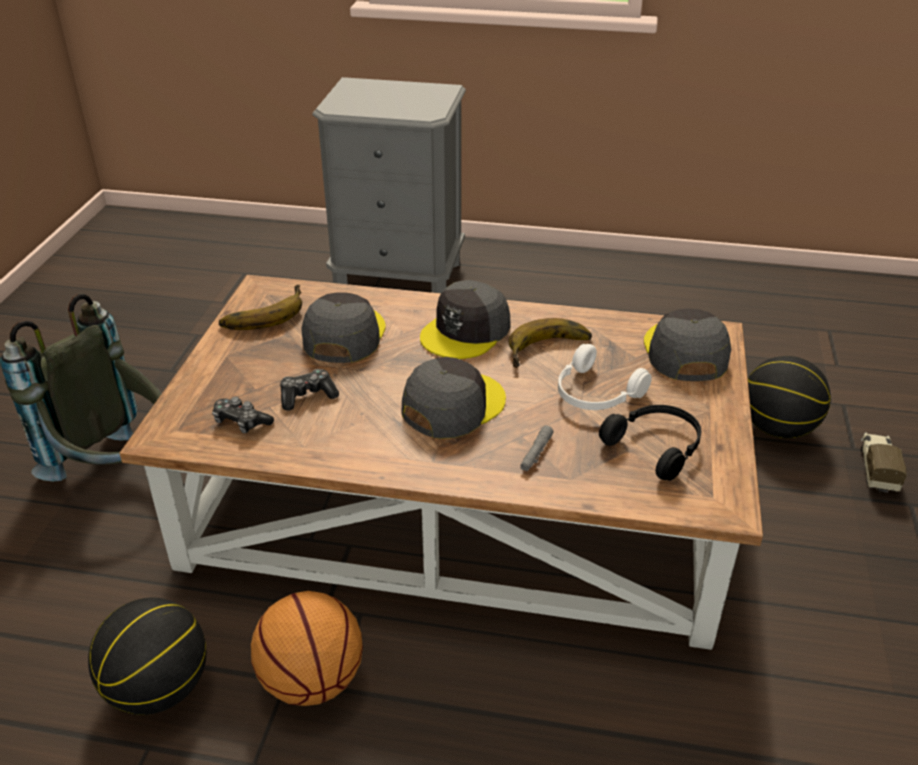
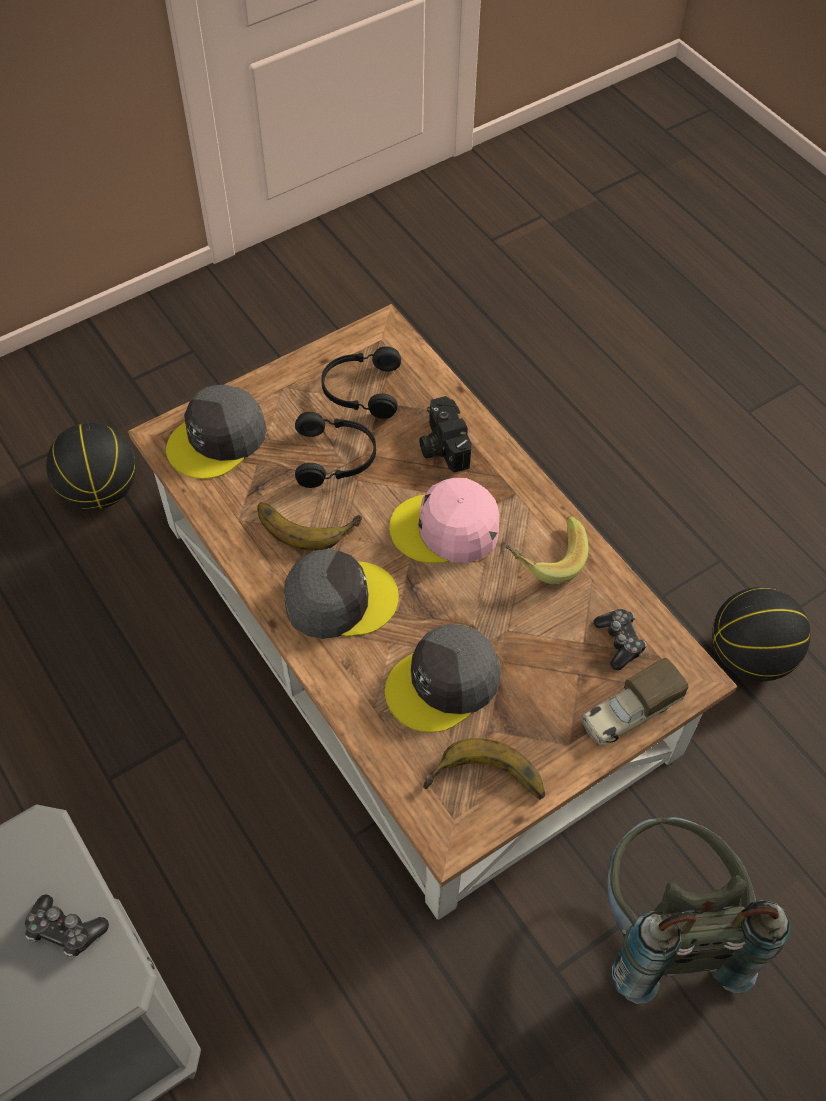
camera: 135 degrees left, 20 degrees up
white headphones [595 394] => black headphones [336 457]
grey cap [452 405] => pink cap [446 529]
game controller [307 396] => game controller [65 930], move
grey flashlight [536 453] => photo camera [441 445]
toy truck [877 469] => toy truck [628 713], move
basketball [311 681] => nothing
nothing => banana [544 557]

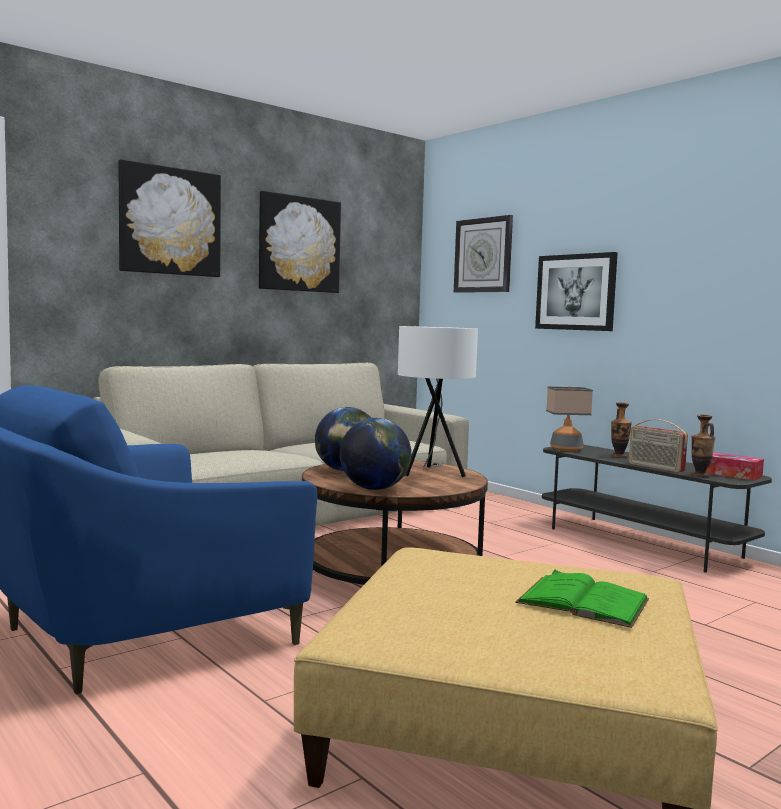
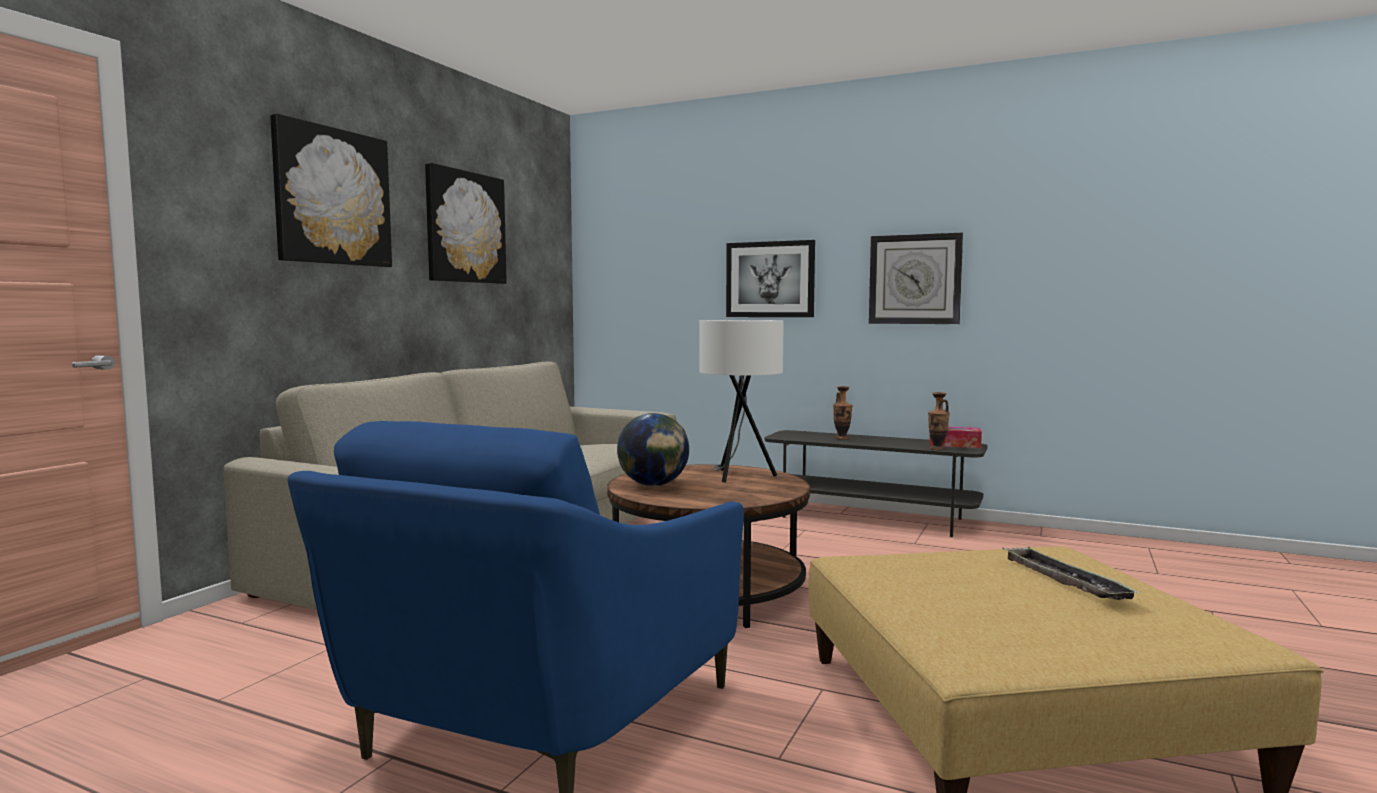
camera: 25 degrees left, 0 degrees up
wall clock [483 255] => wall clock [915 279], move
table lamp [566 449] => nothing
globe [374 489] => nothing
radio [655 467] => nothing
green book [583 601] => tray [1064 580]

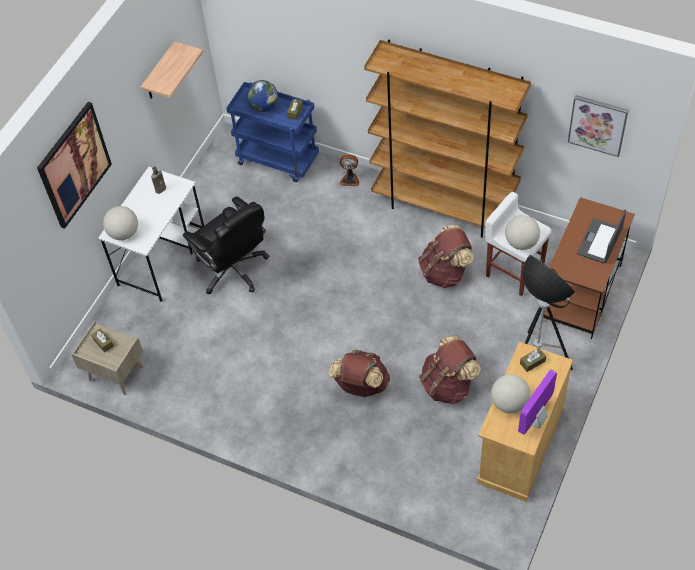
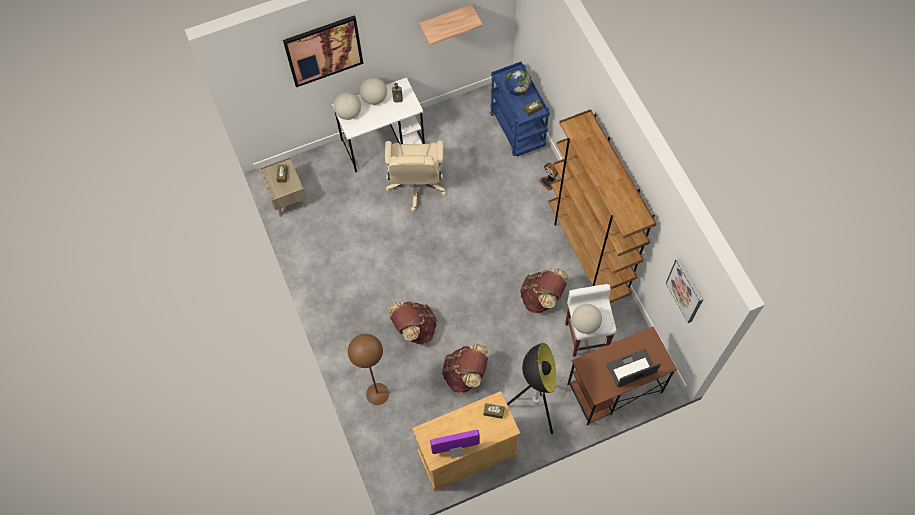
camera: 40 degrees right, 10 degrees up
black office chair [233 269] => beige office chair [416 186]
globe [509 403] => globe [374 98], move
nothing => brown floor lamp [377 394]

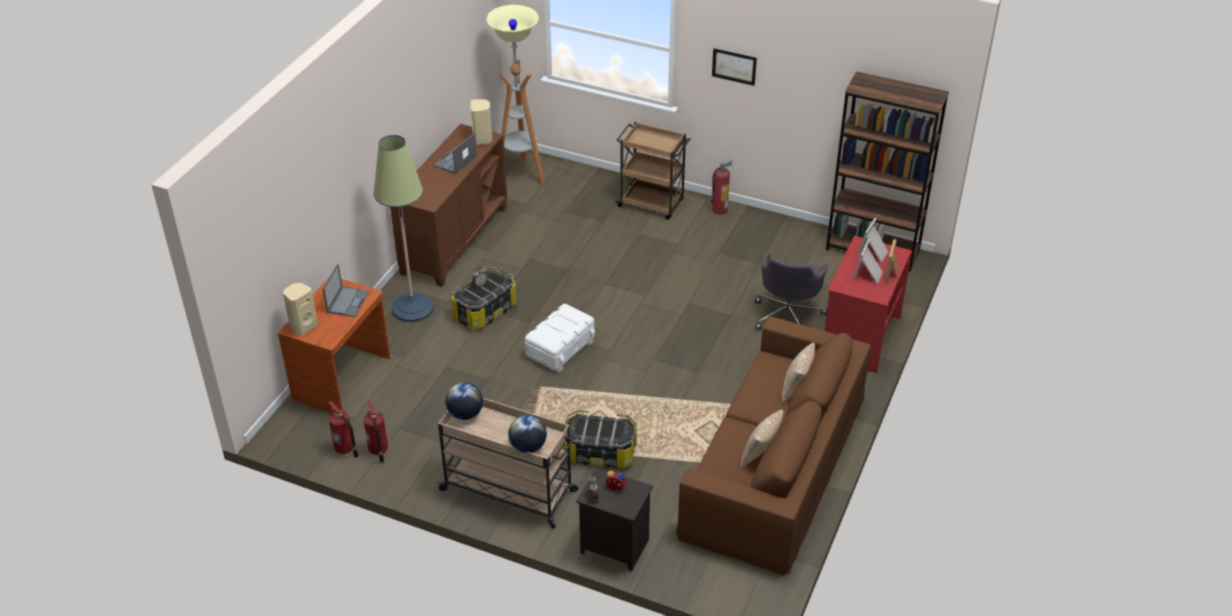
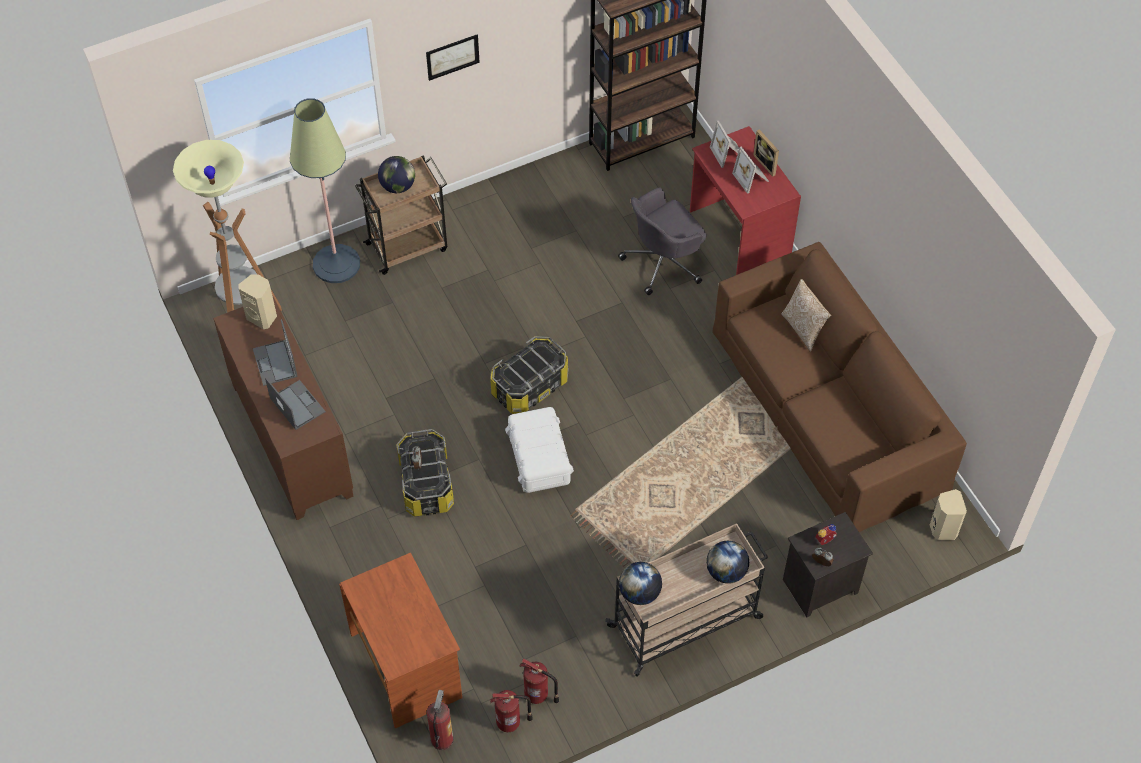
camera: 50 degrees left, 15 degrees up
floor lamp [412 308] => floor lamp [336 264], move
fire extinguisher [719 210] => fire extinguisher [441 739], move
grey office chair [788 315] => grey office chair [663 262], 90 degrees clockwise
laptop [348 301] => laptop [297 405], move
beige speaker [303 326] => beige speaker [942 529], move
storage box [600 452] => storage box [529 386], move
pillow [760 455] => nothing
nothing => globe [398 186]

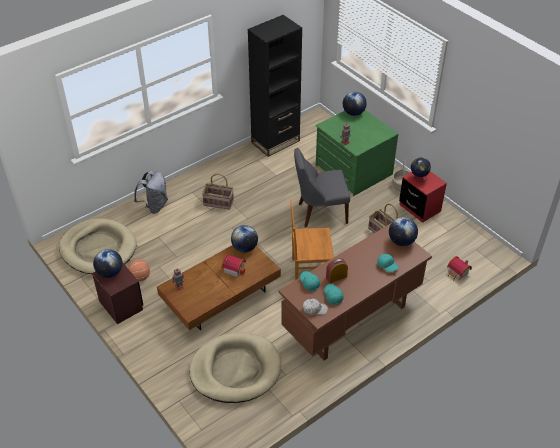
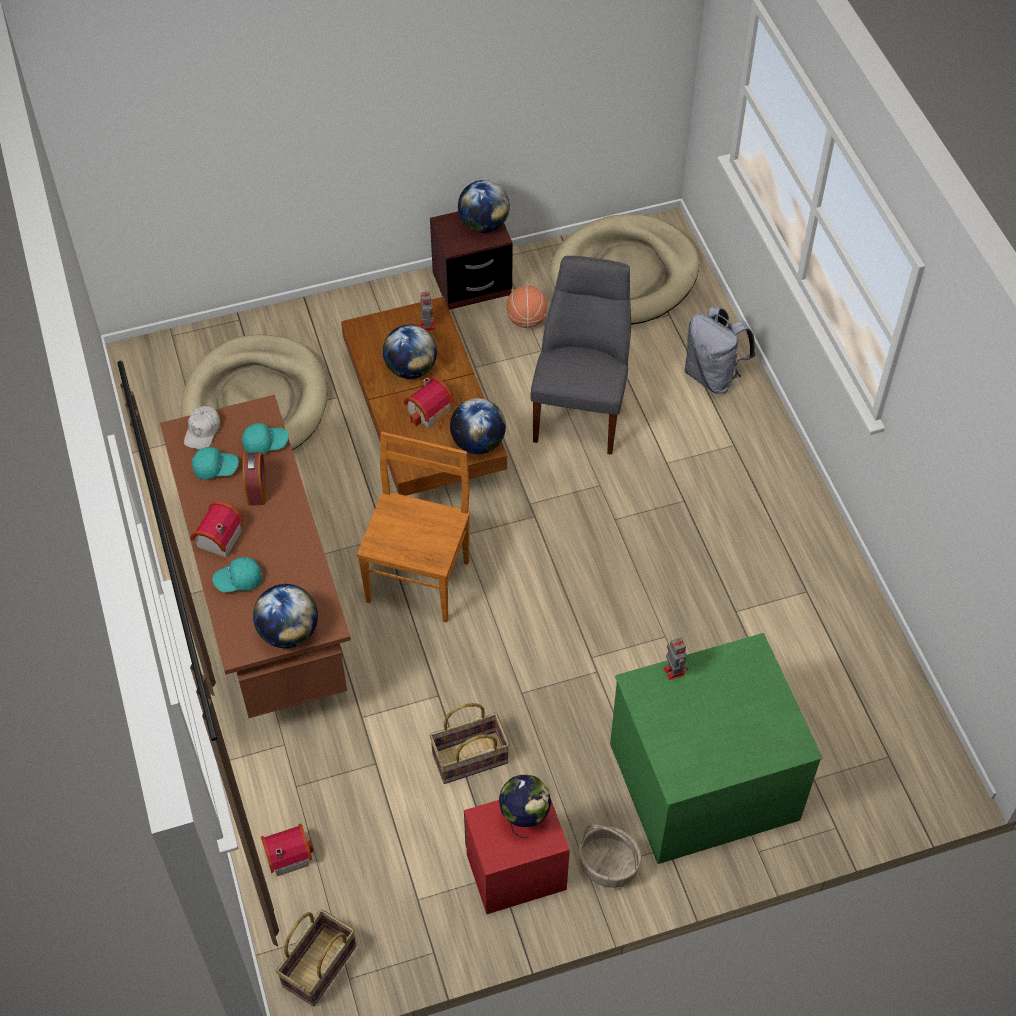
camera: 110 degrees right, 10 degrees up
black bookcase [275 141] => nothing
globe [353 113] => globe [411 369], move
grey chair [320 213] => grey chair [581 407], move
basket [219 202] => basket [320 967], move
nothing => toy house [216 539]

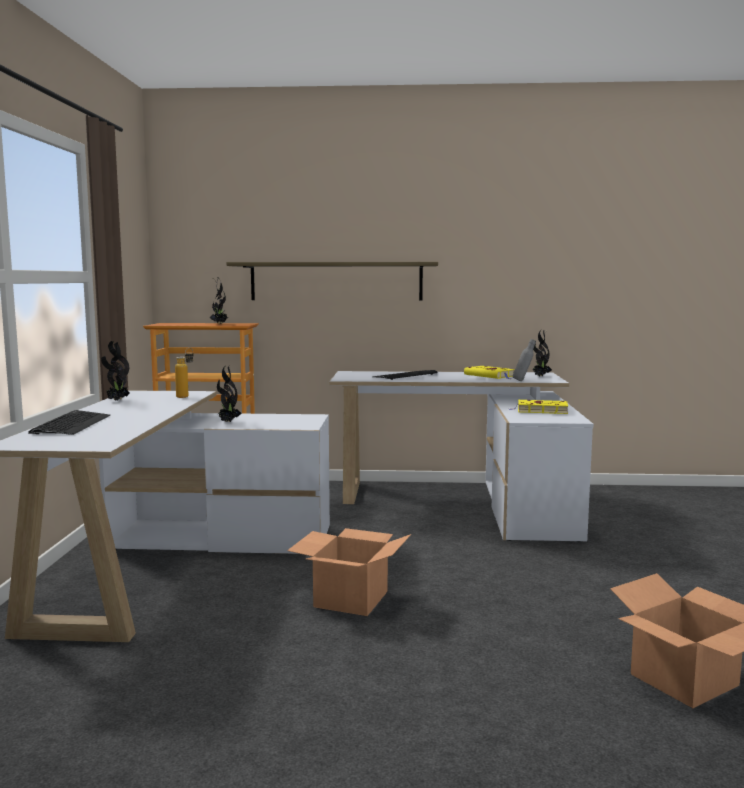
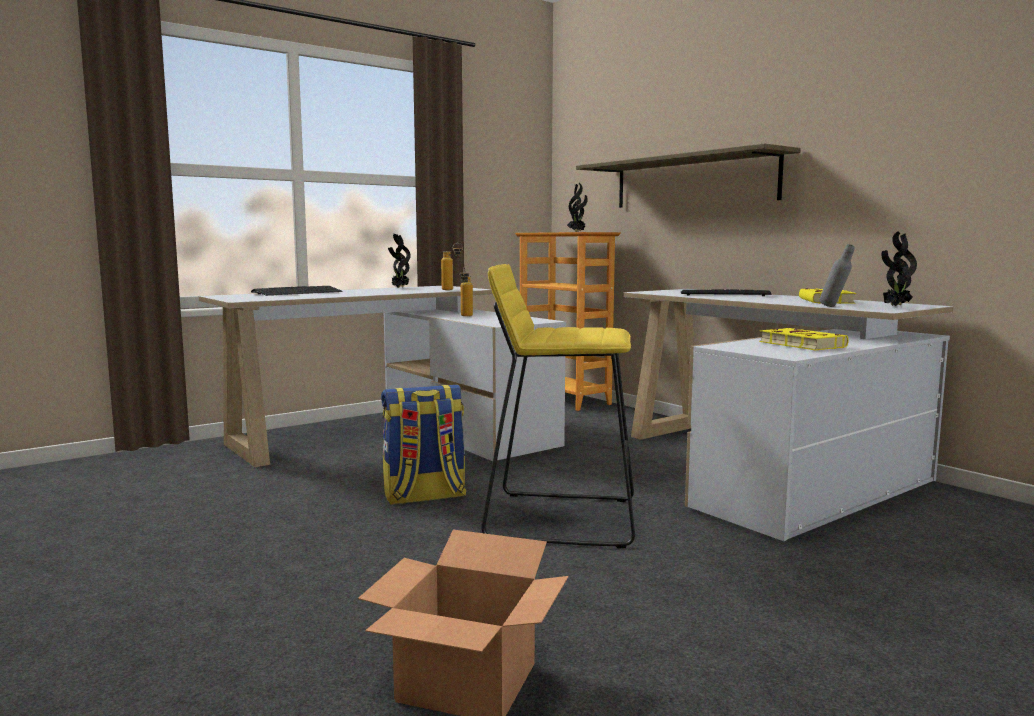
camera: 50 degrees right, 0 degrees up
potted plant [228 422] => bottle [465 316]
cardboard box [351 599] => backpack [424 496]
nothing => yellow stool [560 518]

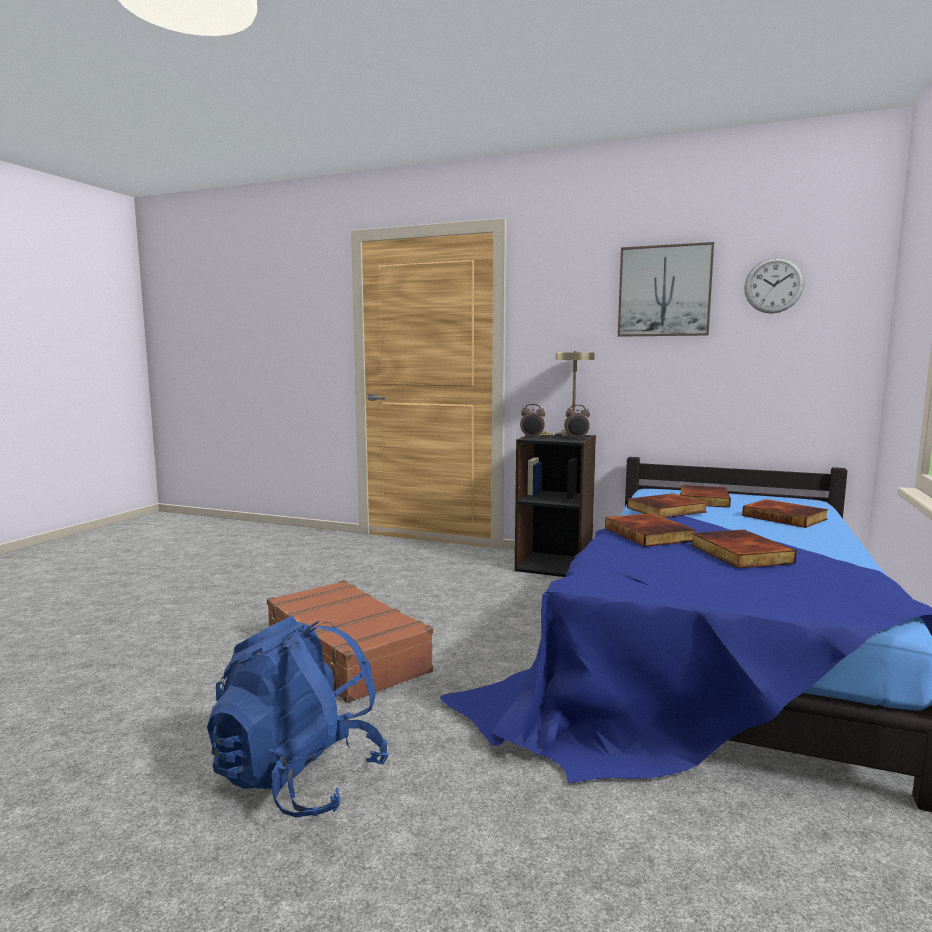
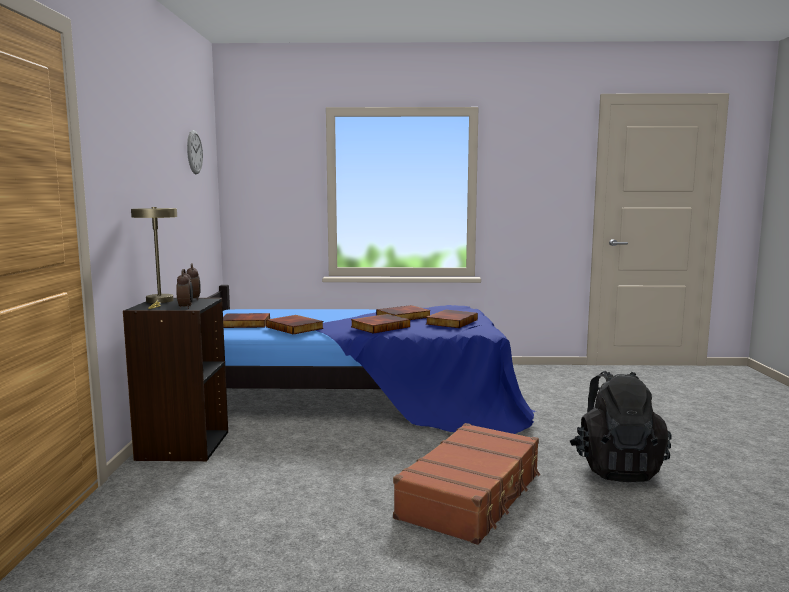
camera: 110 degrees left, 0 degrees up
picture [664 291] => nothing
book [785 517] => book [451 322], move
blue backpack [299 778] => black backpack [616 468]

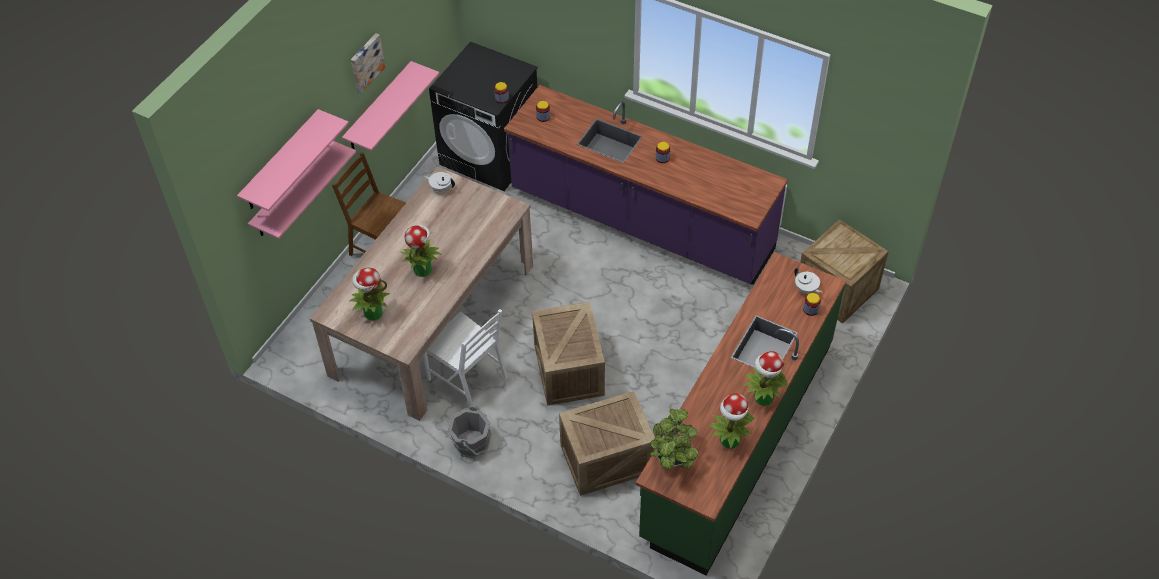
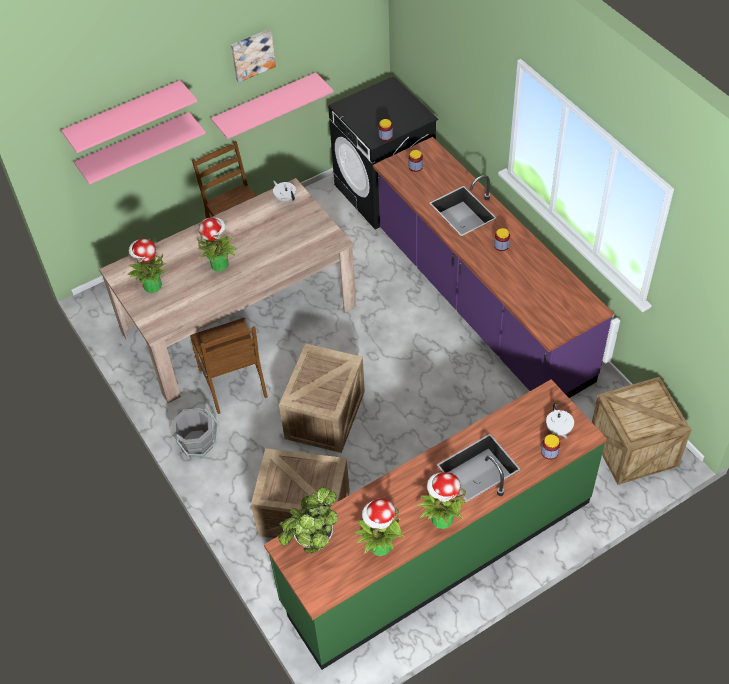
camera: 30 degrees right, 0 degrees up
white chair [468 377] => brown chair [234 383]

